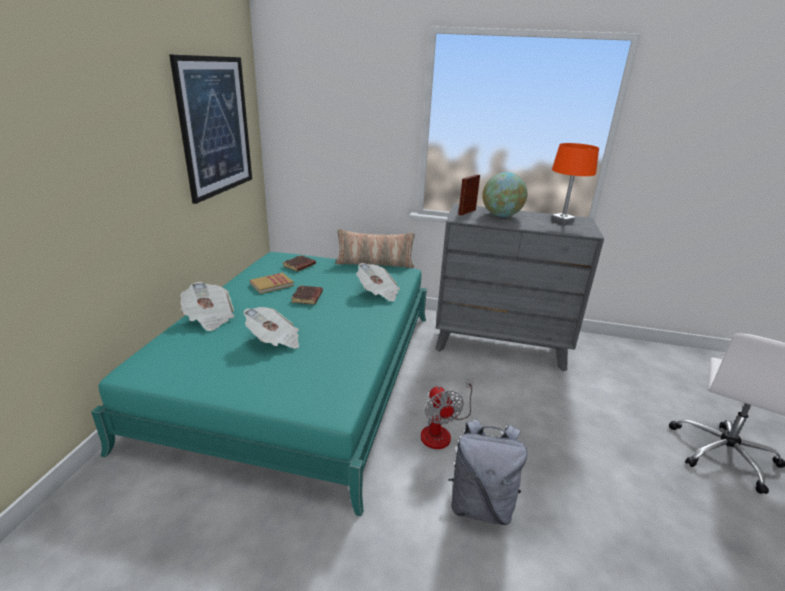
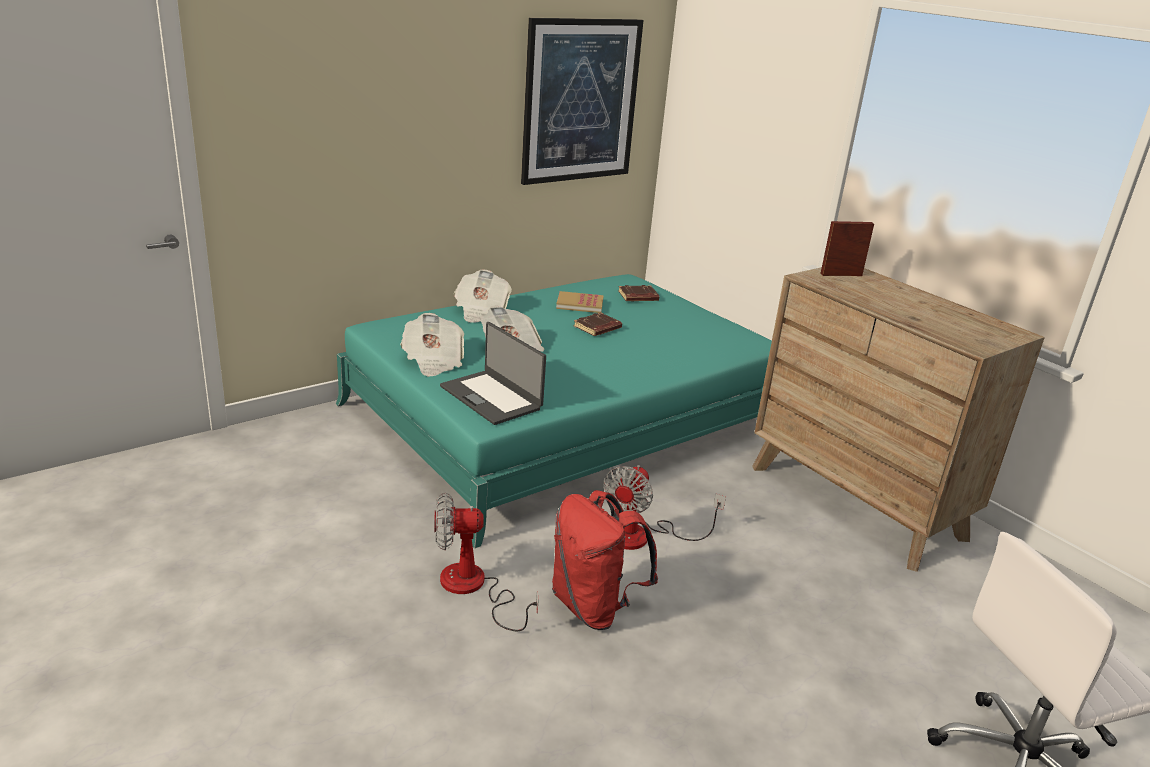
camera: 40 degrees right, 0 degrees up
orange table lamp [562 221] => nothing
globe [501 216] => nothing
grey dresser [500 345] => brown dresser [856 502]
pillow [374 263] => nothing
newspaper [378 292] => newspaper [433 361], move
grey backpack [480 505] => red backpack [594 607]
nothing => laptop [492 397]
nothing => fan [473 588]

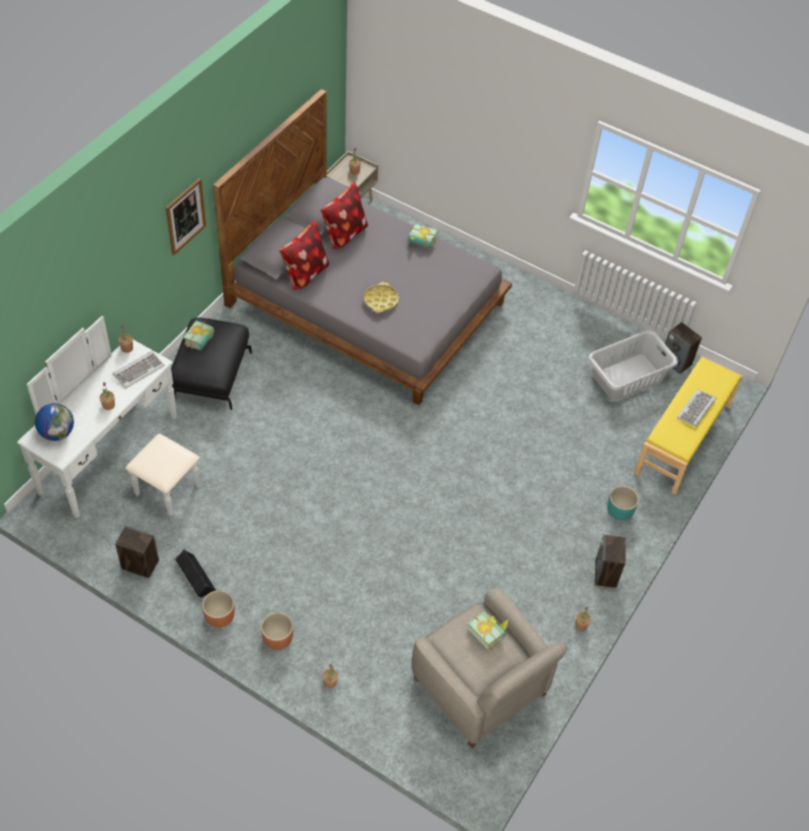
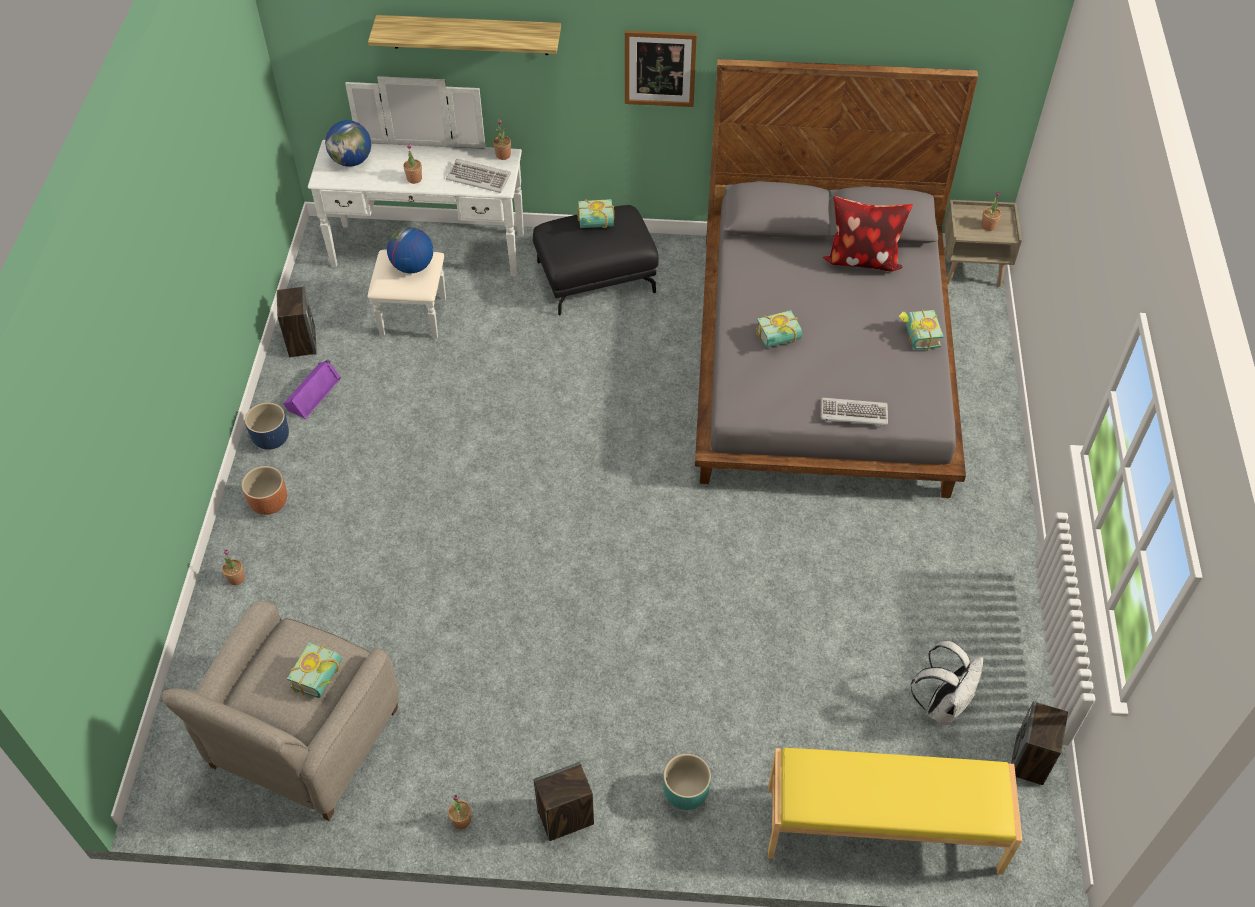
camera: 65 degrees right, 0 degrees up
pillow [304 273] => nothing
yellow tray [381 300] => book [779 340]
grey laundry basket [627 377] => white backpack [942 704]
keyboard [696 409] => keyboard [853 414], move
black speaker [194 577] => purple speaker [312 393]
brown planter [219 617] => blue planter [271 438]
nothing => shelf [470 35]
nothing => globe [412 266]

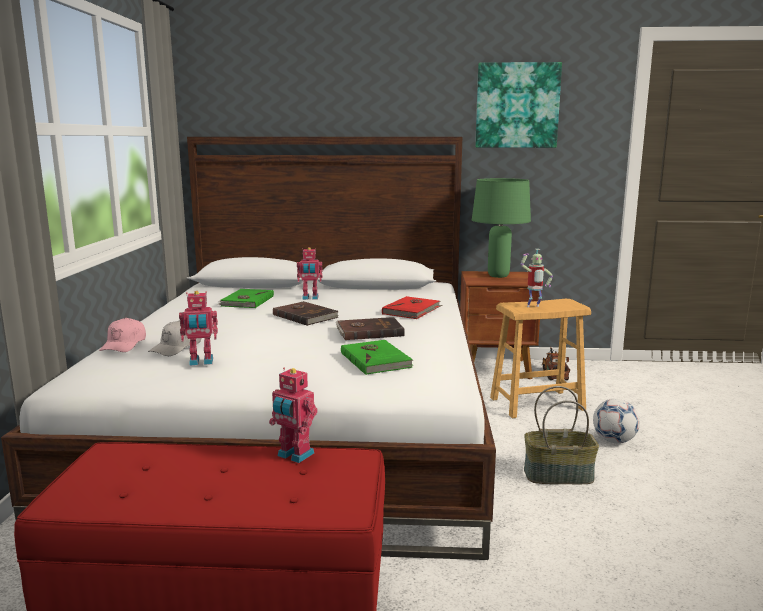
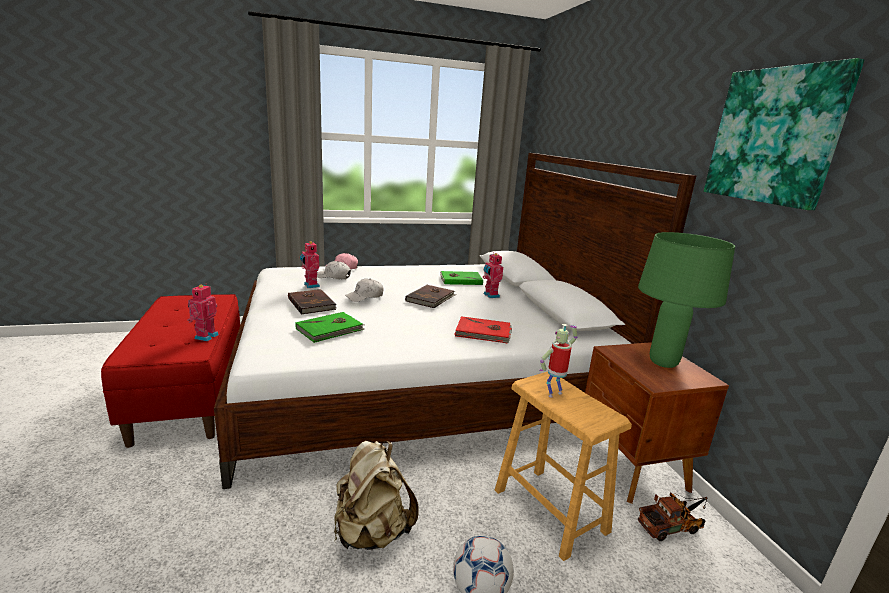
camera: 70 degrees right, 5 degrees up
toy robot [533 307] => toy robot [553 393], 90 degrees clockwise
brown book [369 331] => brown book [312 303], move
basket [558 475] => beige backpack [372 532]
nothing => white cap [365 296]

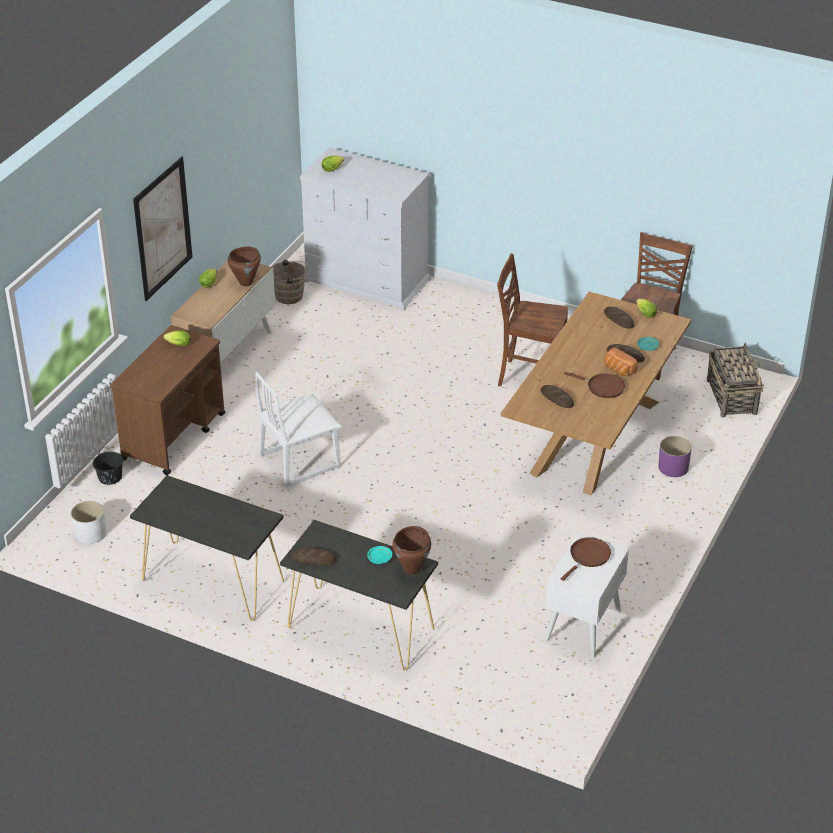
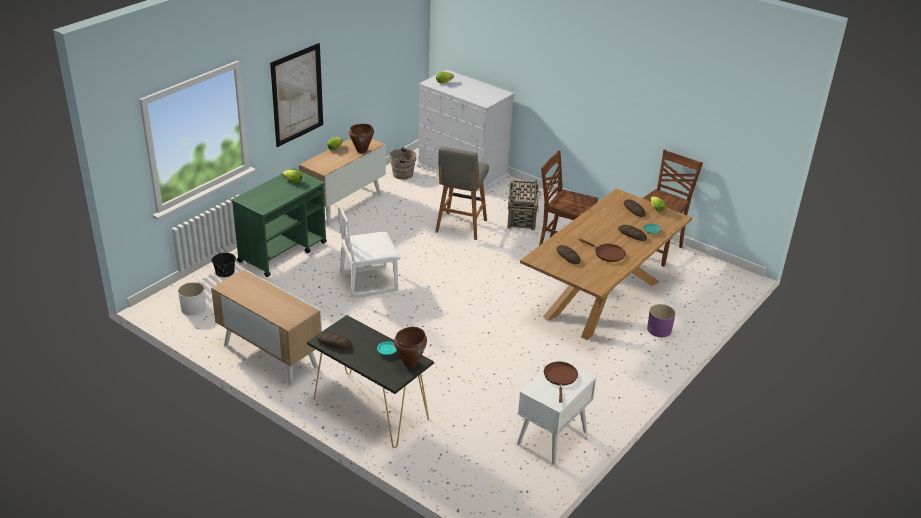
camera: 10 degrees right, 5 degrees down
brown cart [174 436] => green cart [283 252]
basket [731 396] => basket [521 217], move
bread [618 370] => nothing
black console table [212 580] => cabinet [269 355]
brown frying pan [588 556] => brown frying pan [560 377], 45 degrees counterclockwise
nothing => grey stool [460 227]

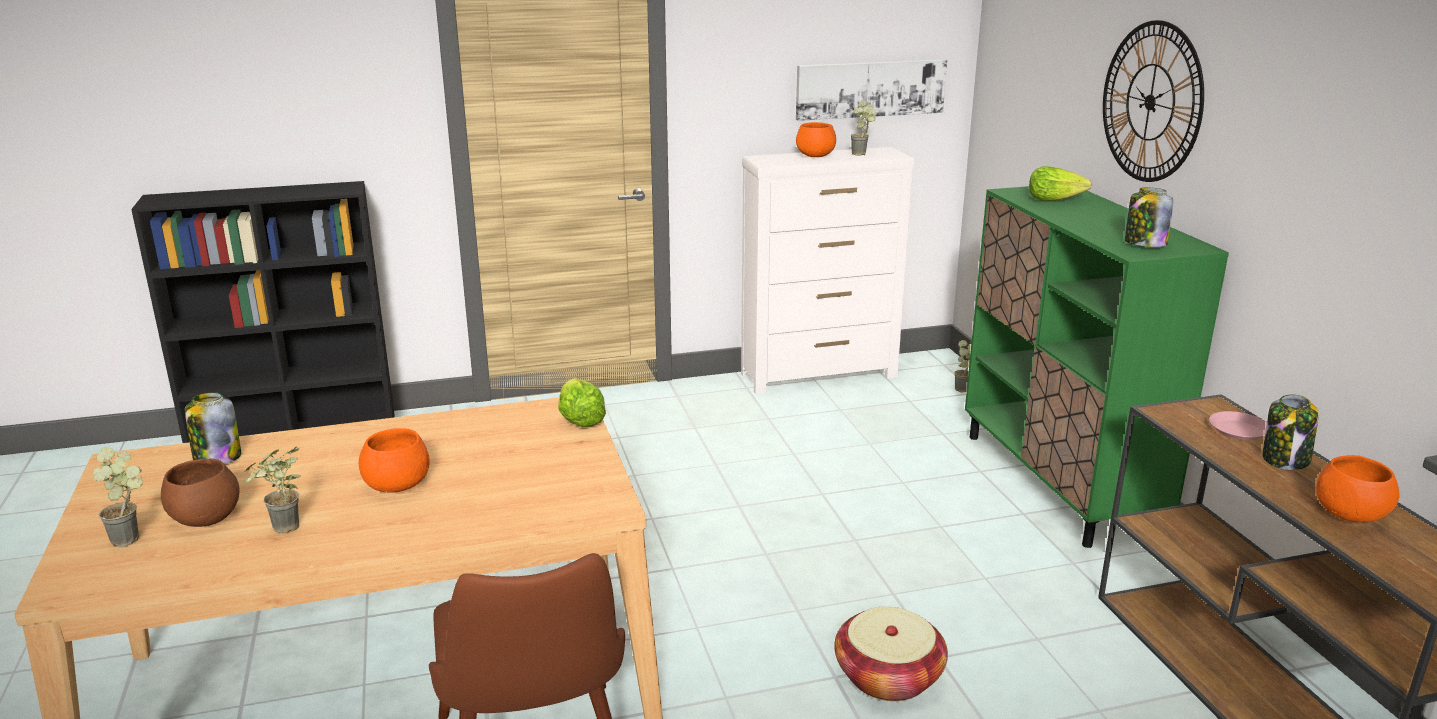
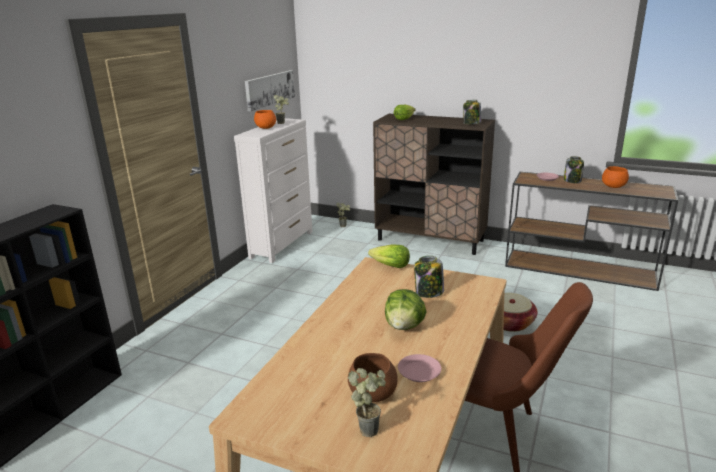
camera: 50 degrees left, 0 degrees up
wall clock [1150 102] => nothing
green cabinet [1059 482] => brown cabinet [430 240]
jar [217 457] => jar [428 293], move
orange bowl [398 486] => lettuce [404 326]
potted plant [282 532] => pink plate [419 371]

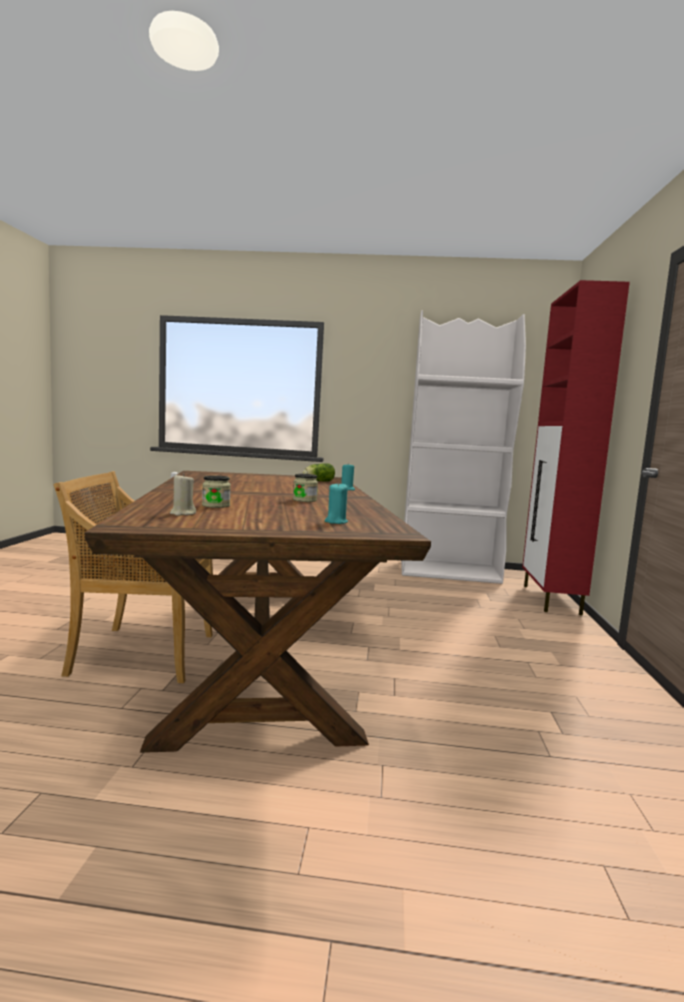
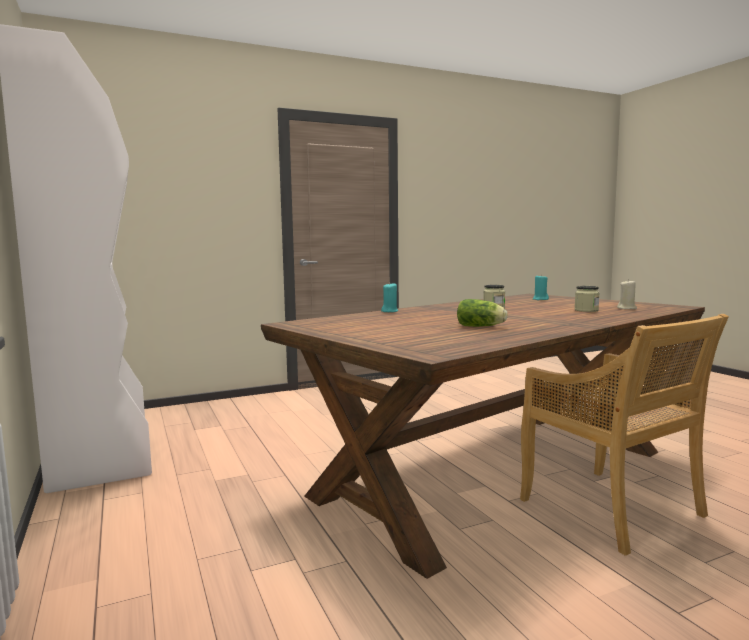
camera: 120 degrees left, 0 degrees up
red cabinet [551 600] => nothing
lettuce [317 481] => lettuce [482 326], move

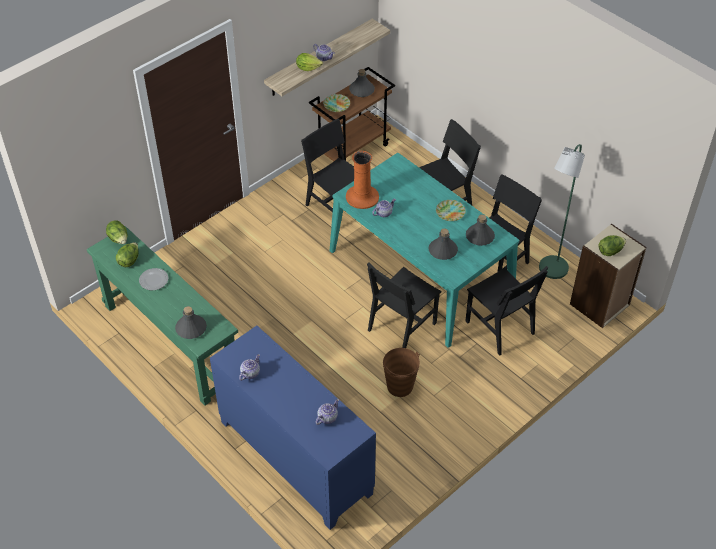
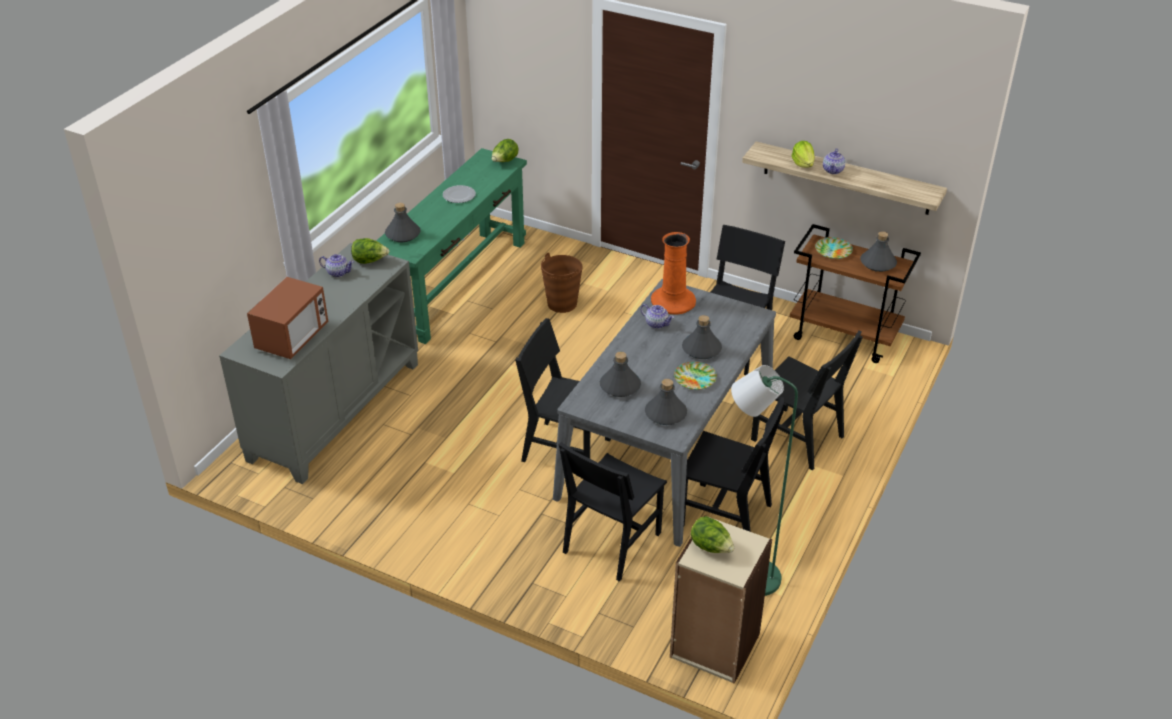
camera: 70 degrees right, 10 degrees down
turquoise dining table [420 272] => grey dining table [667 445]
lettuce [129 260] => lettuce [370 261], move
blue cabinet [294 458] => grey cabinet [334 410]
brown bucket [400 386] => brown bucket [561 304], move
teapot [327 418] => microwave [292 338]
nothing => grey bottle [702 349]

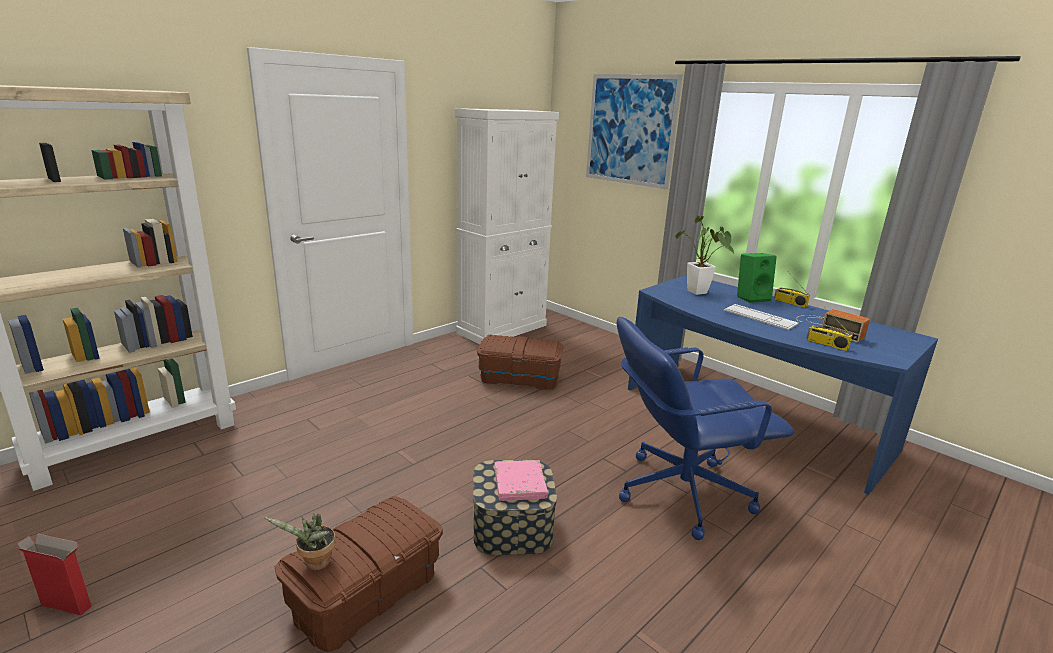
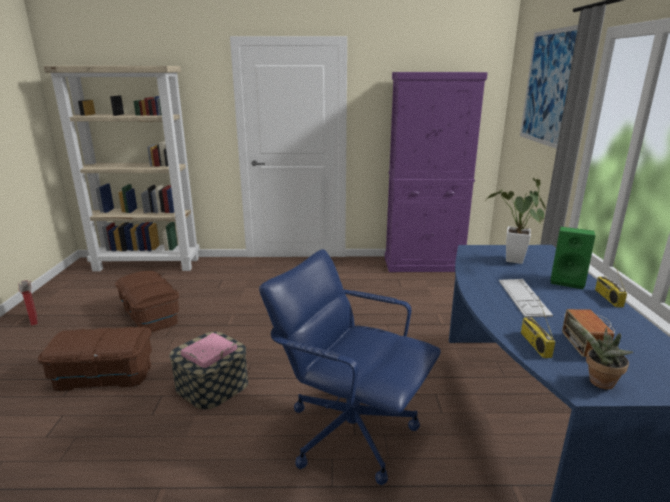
camera: 45 degrees right, 0 degrees up
white cabinet [502 329] => purple cabinet [423 264]
brown storage box [519 378] => brown storage box [151 315], move
potted plant [315 564] => potted plant [598 383], move

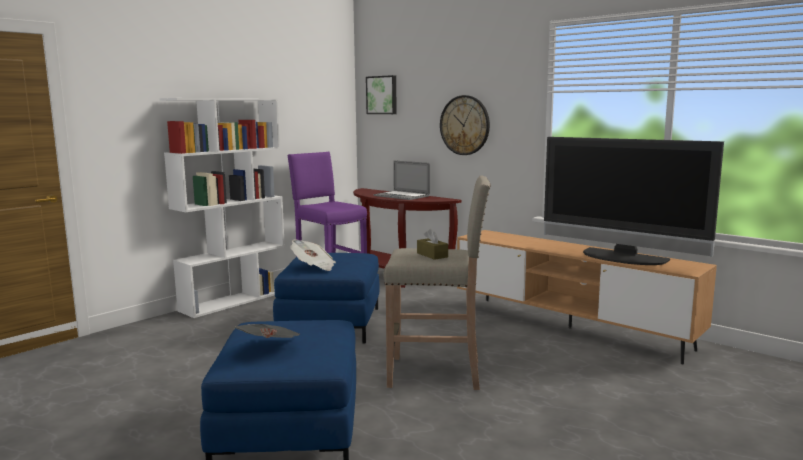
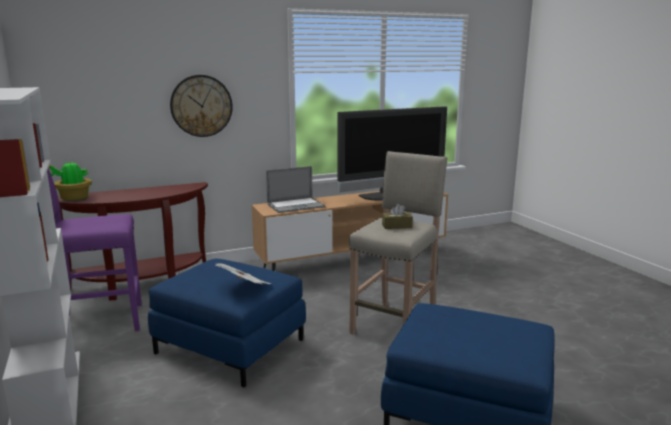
camera: 65 degrees left, 5 degrees up
picture [382 95] => nothing
laptop [401 196] => laptop [295 205], move
newspaper [270 349] => nothing
nothing => potted plant [73 198]

